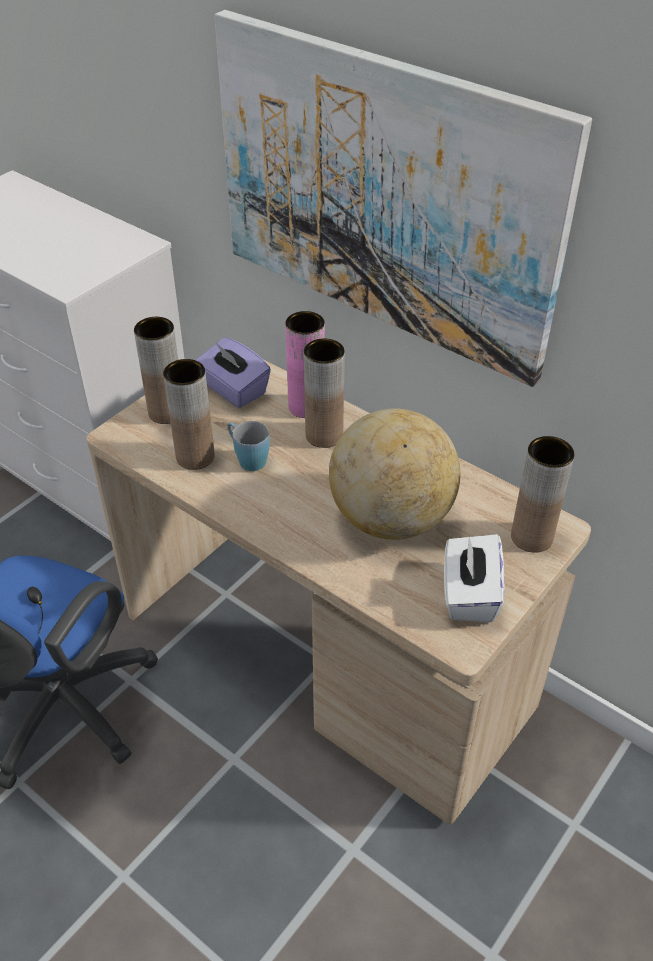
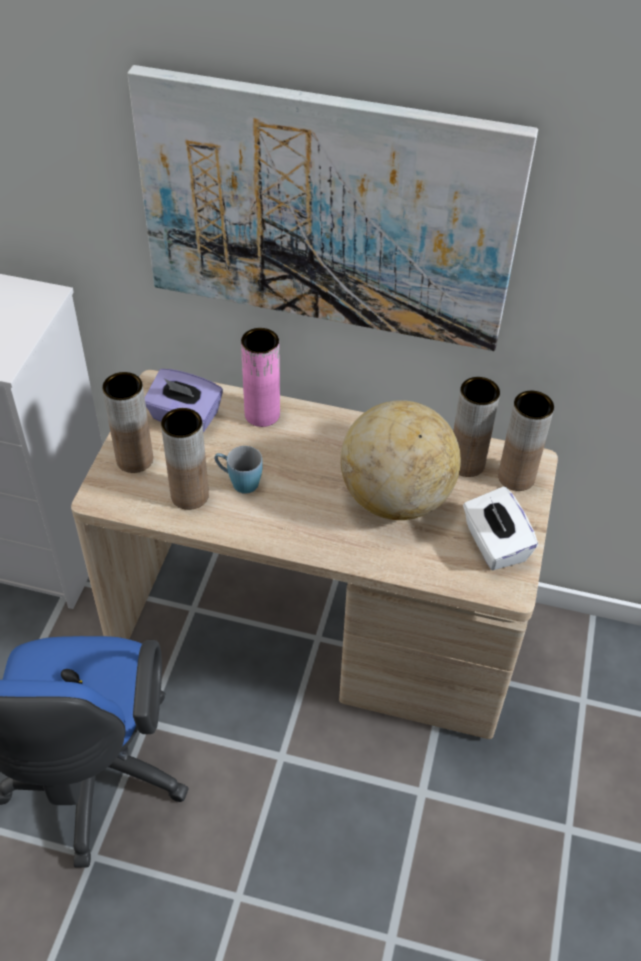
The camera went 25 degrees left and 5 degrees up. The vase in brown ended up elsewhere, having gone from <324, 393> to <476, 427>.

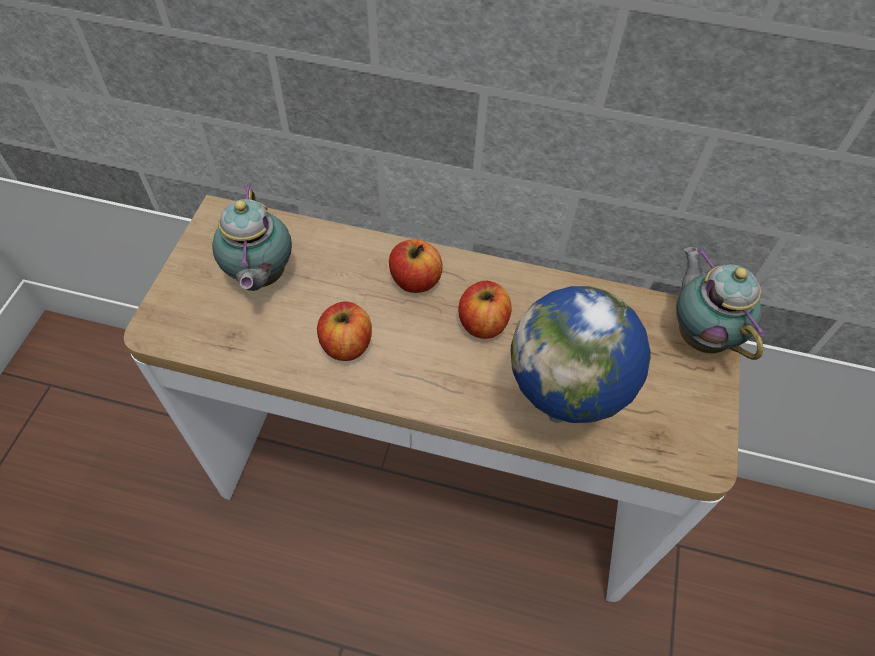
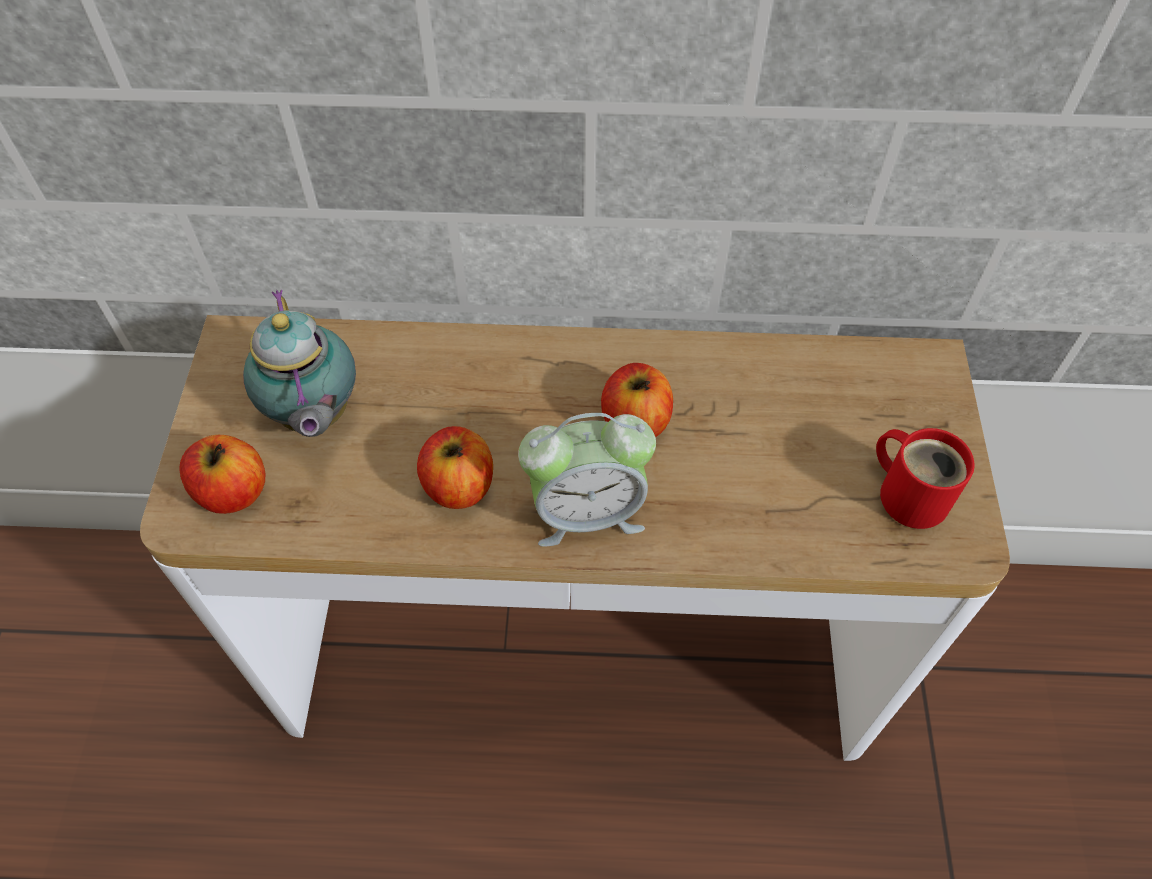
The camera went 10 degrees left and 0 degrees up. The apple ended up elsewhere, having gone from <415, 266> to <222, 474>. The second view lost the teapot at <721, 303>. The second view lost the globe at <581, 354>. The second view gained the alarm clock at <587, 480>. The second view gained the mug in red at <925, 478>.

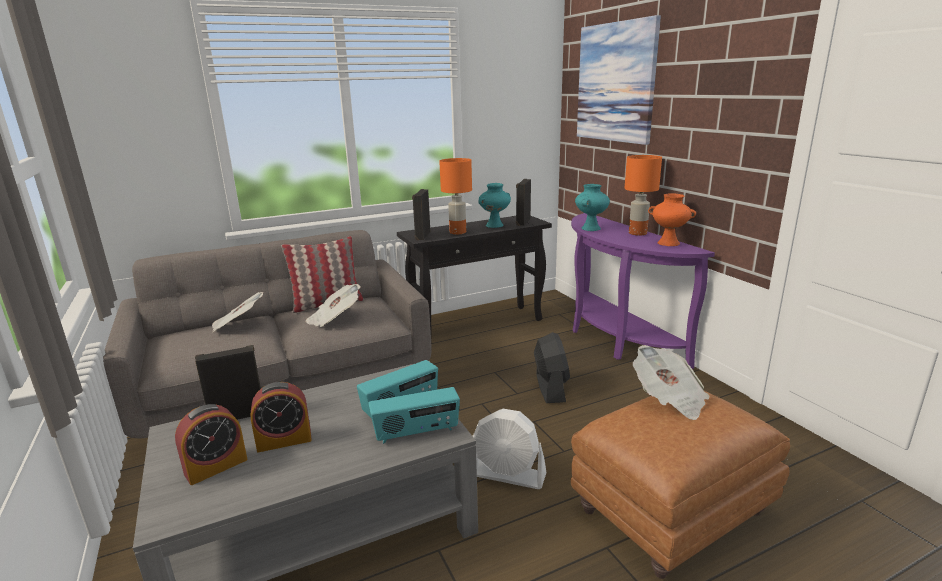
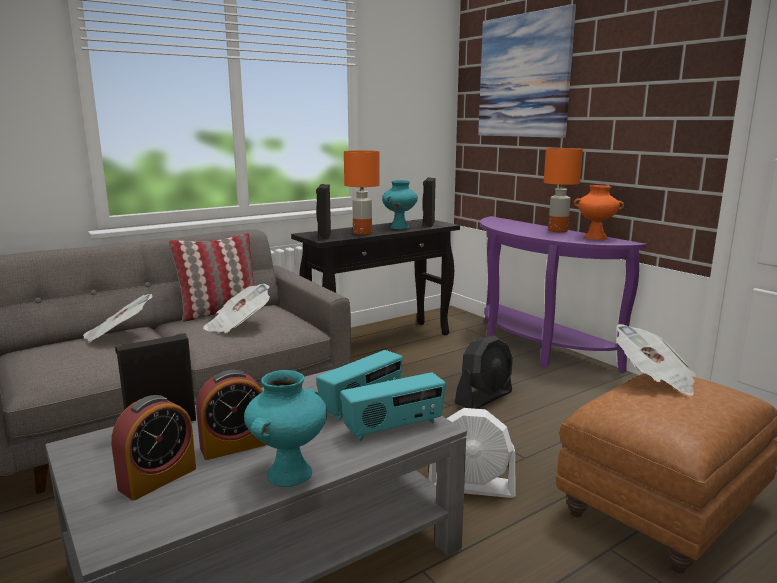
The camera went 10 degrees left and 5 degrees down. The vase in turquoise ended up elsewhere, having gone from <592, 207> to <285, 428>. The fan in black at <552, 367> ended up facing another way, 60 degrees clockwise from before.

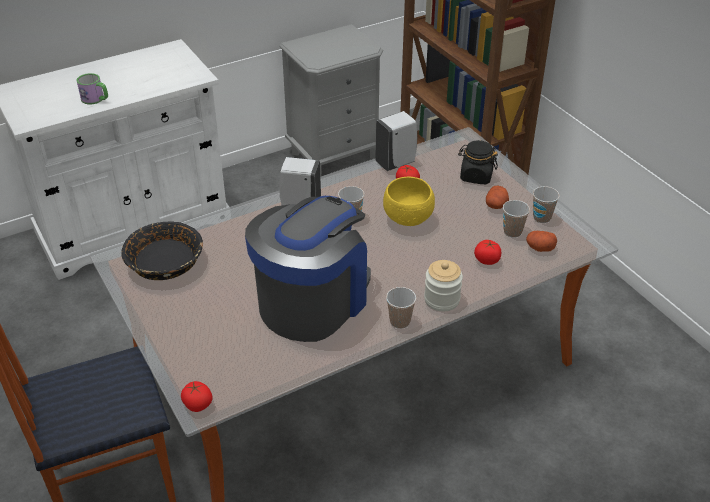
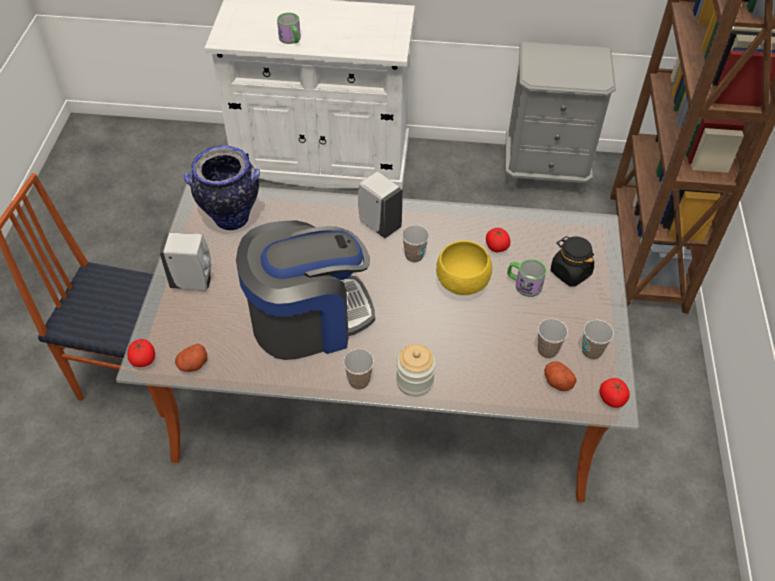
The camera went 35 degrees right and 10 degrees up. The soap dispenser in white ended up elsewhere, having gone from <396, 141> to <185, 261>. The potato ended up elsewhere, having gone from <497, 197> to <191, 358>. Where the bowl in black stood at <162, 250>, the vase came to stand at <222, 187>. The tomato ended up elsewhere, having gone from <487, 252> to <615, 393>. The second view gained the mug at <526, 278>.

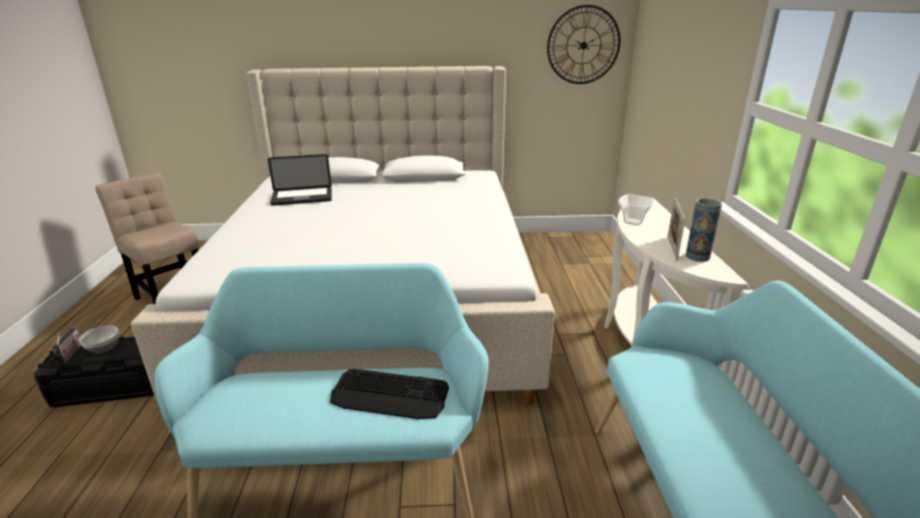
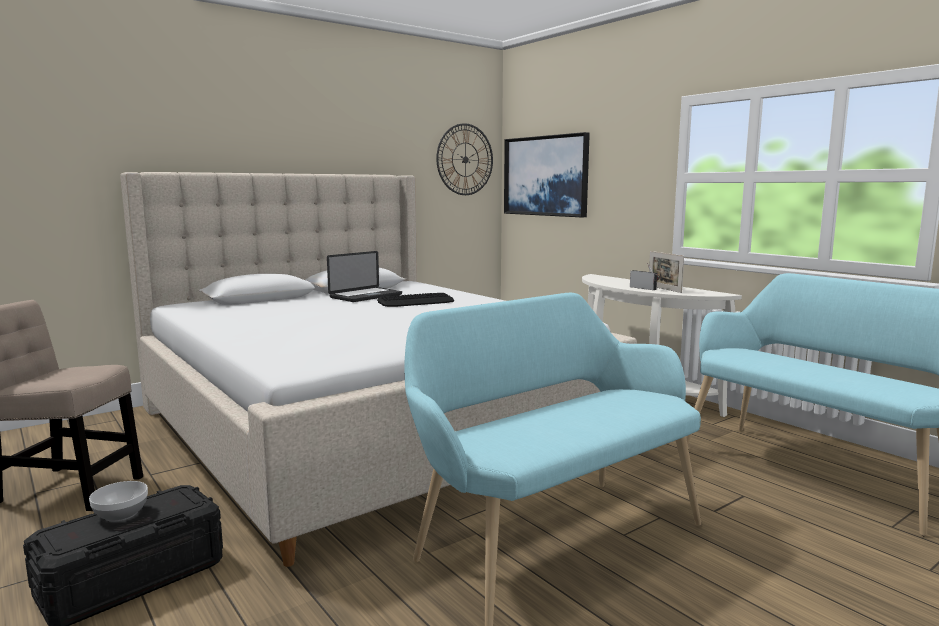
The camera went 35 degrees left and 15 degrees down. The laptop ended up elsewhere, having gone from <300, 180> to <364, 276>. The second view lost the bowl at <636, 209>. The second view lost the vase at <703, 230>. The radio ended up elsewhere, having gone from <66, 346> to <644, 276>. The keyboard ended up elsewhere, having gone from <389, 394> to <415, 300>. The second view gained the picture at <547, 174>.

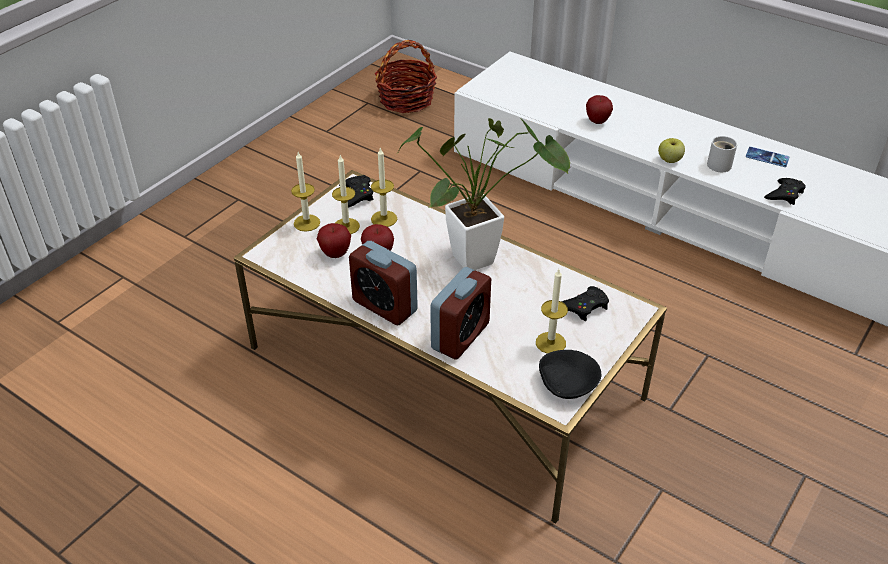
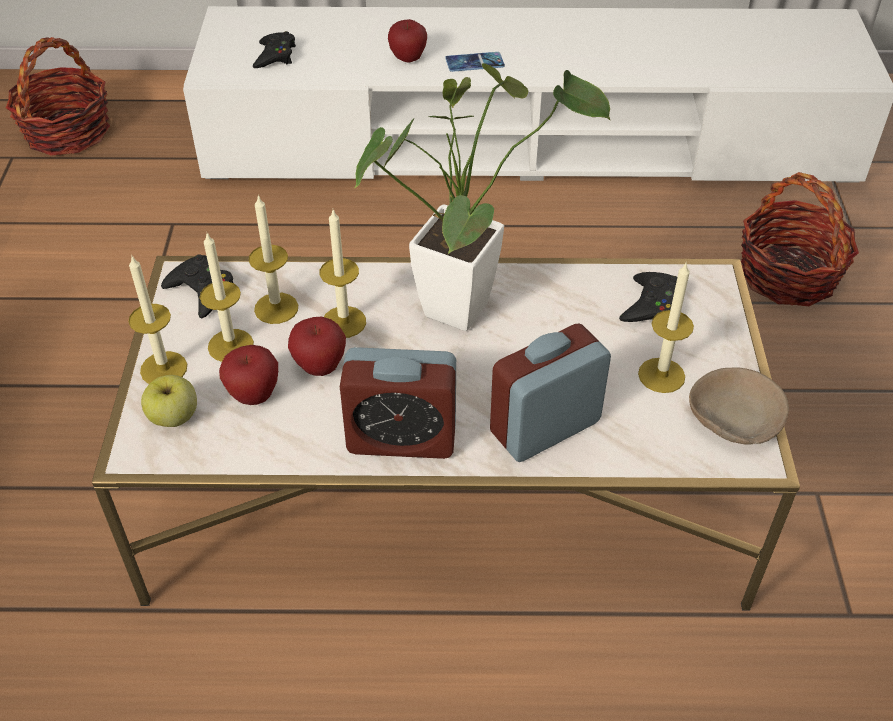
The camera went 35 degrees left and 5 degrees up. The second view lost the mug in white at <722, 154>. The apple ended up elsewhere, having gone from <671, 150> to <169, 401>. The phone ended up elsewhere, having gone from <768, 157> to <475, 62>. The game controller in black ended up elsewhere, having gone from <784, 191> to <274, 49>. The alarm clock at <460, 313> ended up facing another way, 120 degrees counterclockwise from before. What was the bowl in black at <570, 374> turned into the bowl in beige at <739, 406>. The second view gained the basket at <800, 239>. The second view gained the candle at <342, 274>.

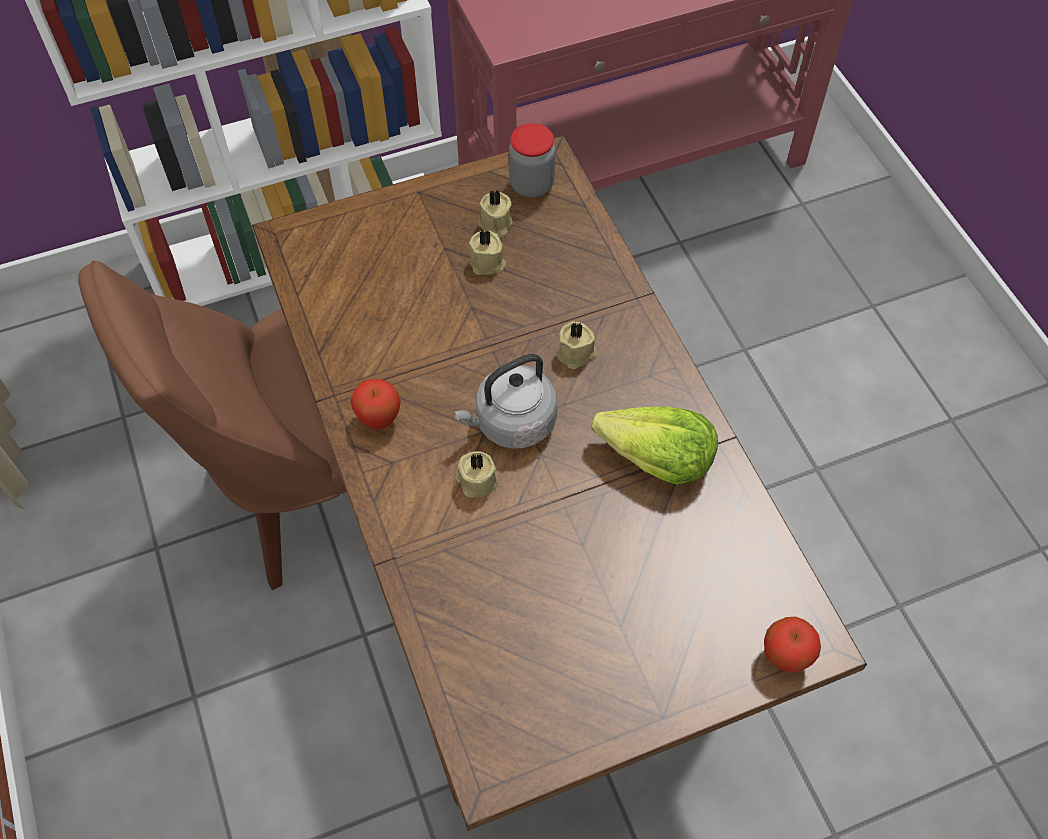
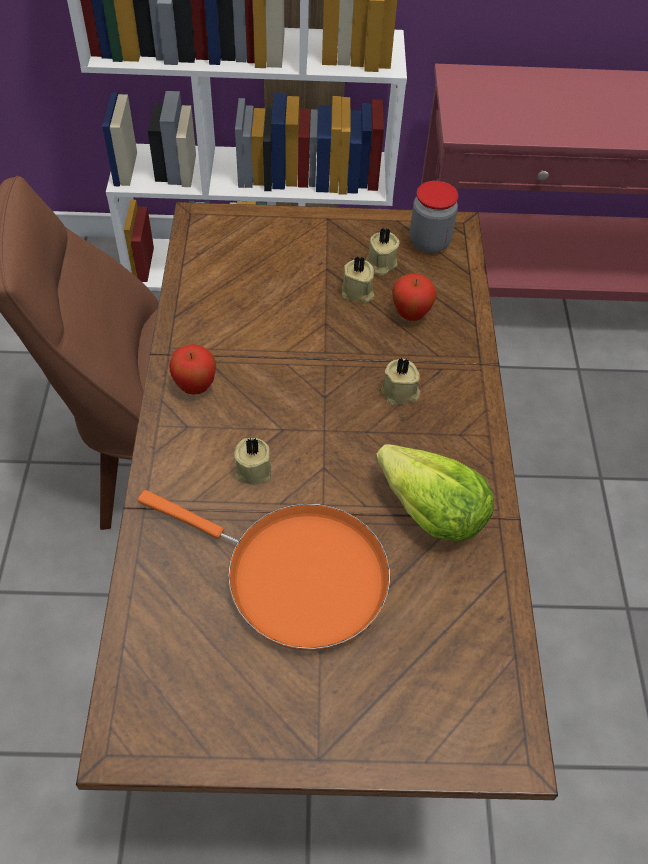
The camera went 20 degrees right and 5 degrees down. The second view lost the kettle in grey at <505, 401>. The apple ended up elsewhere, having gone from <792, 645> to <414, 297>. The second view gained the frying pan in orange at <264, 570>.

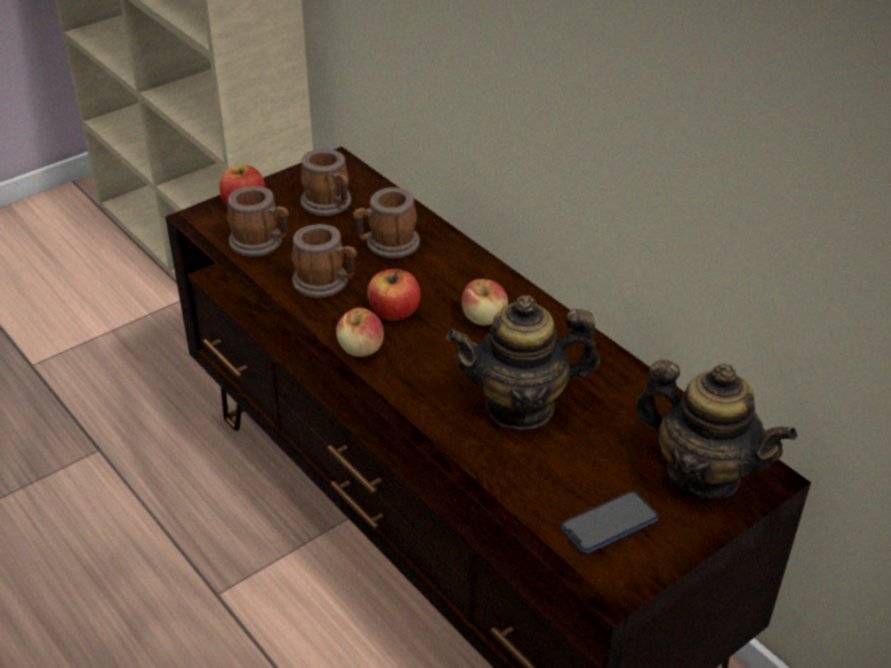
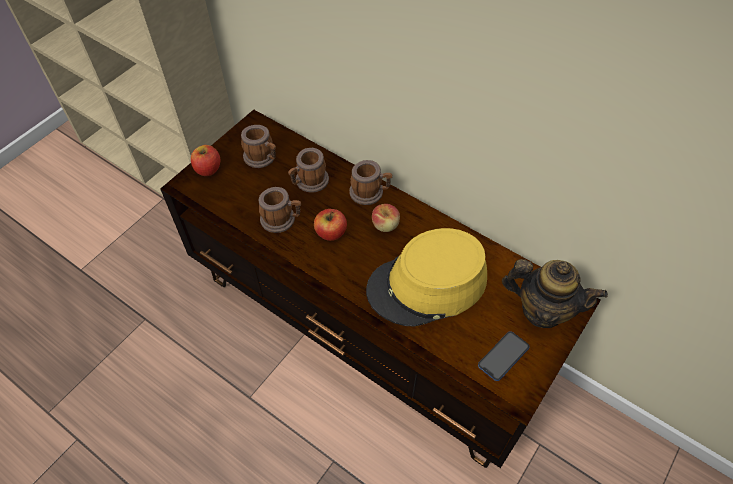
The camera went 15 degrees left and 15 degrees up. The mug ended up elsewhere, having gone from <258, 221> to <370, 182>. Where the teapot stood at <523, 362>, the hat in yellow came to stand at <426, 277>. The second view lost the apple at <360, 332>.

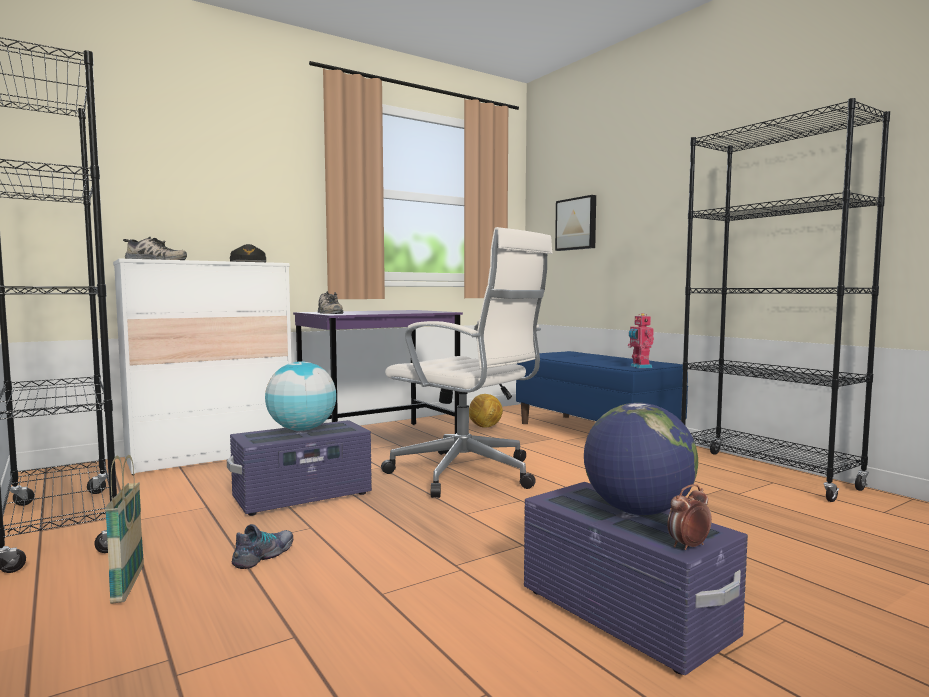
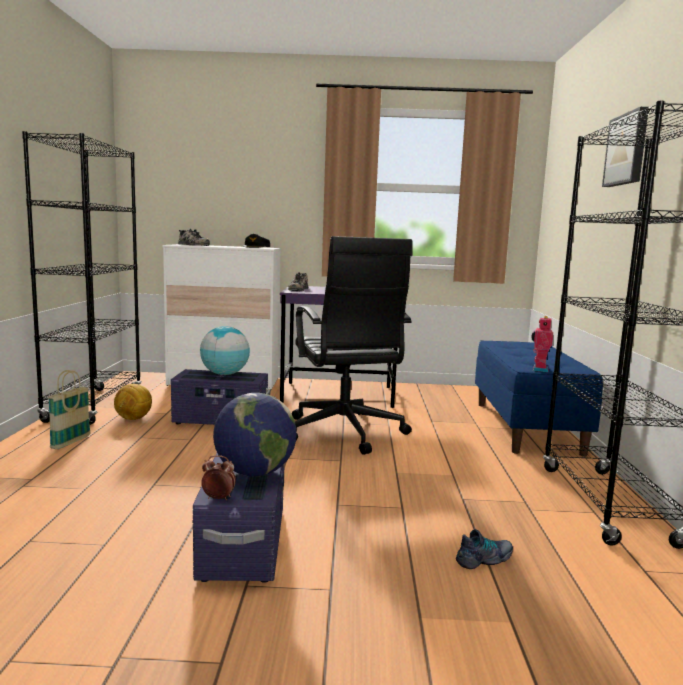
The camera went 35 degrees right and 5 degrees up. The picture ended up elsewhere, having gone from <575, 223> to <625, 147>. What was the office chair in white at <467, 362> turned into the office chair in black at <352, 345>. The football ended up elsewhere, having gone from <486, 411> to <133, 402>. The shoe ended up elsewhere, having gone from <262, 546> to <484, 549>.

